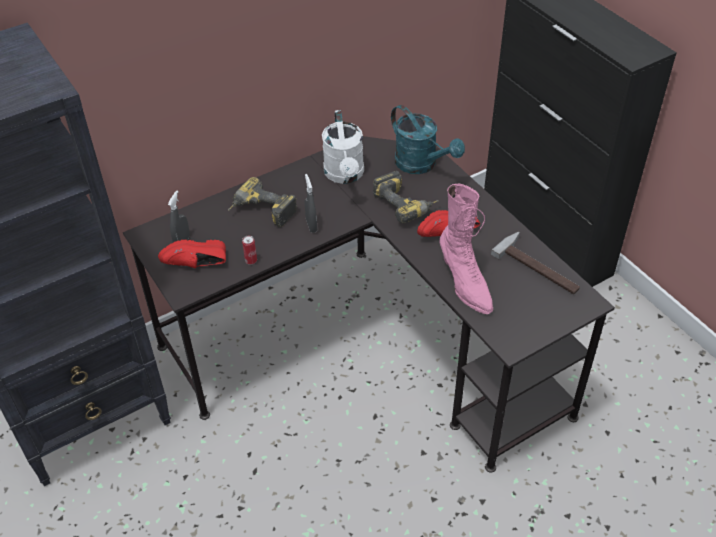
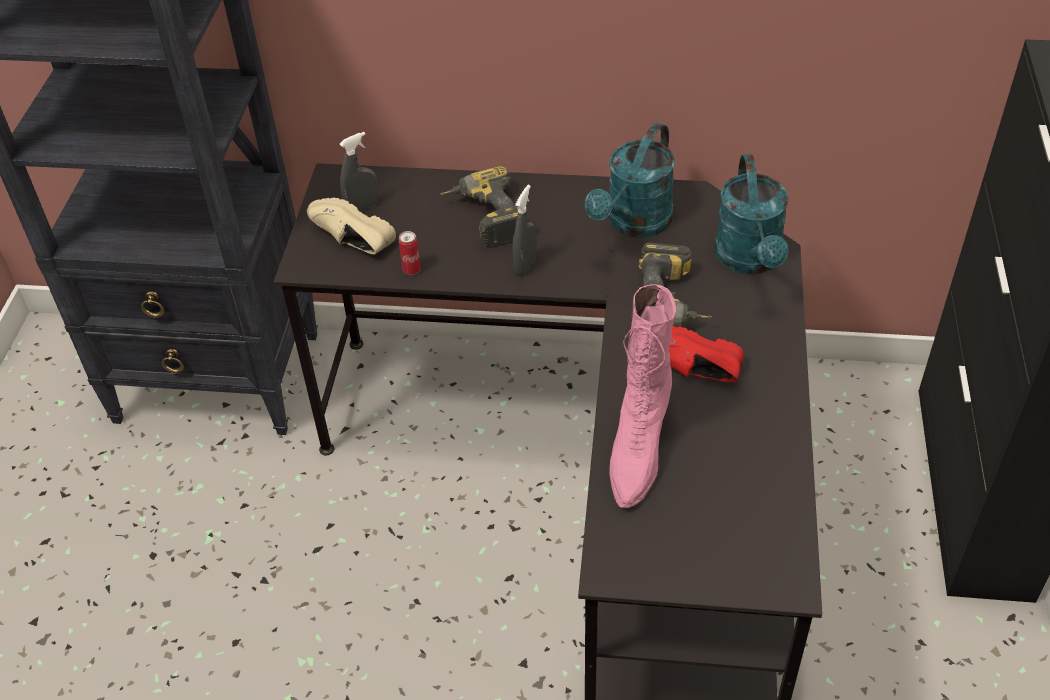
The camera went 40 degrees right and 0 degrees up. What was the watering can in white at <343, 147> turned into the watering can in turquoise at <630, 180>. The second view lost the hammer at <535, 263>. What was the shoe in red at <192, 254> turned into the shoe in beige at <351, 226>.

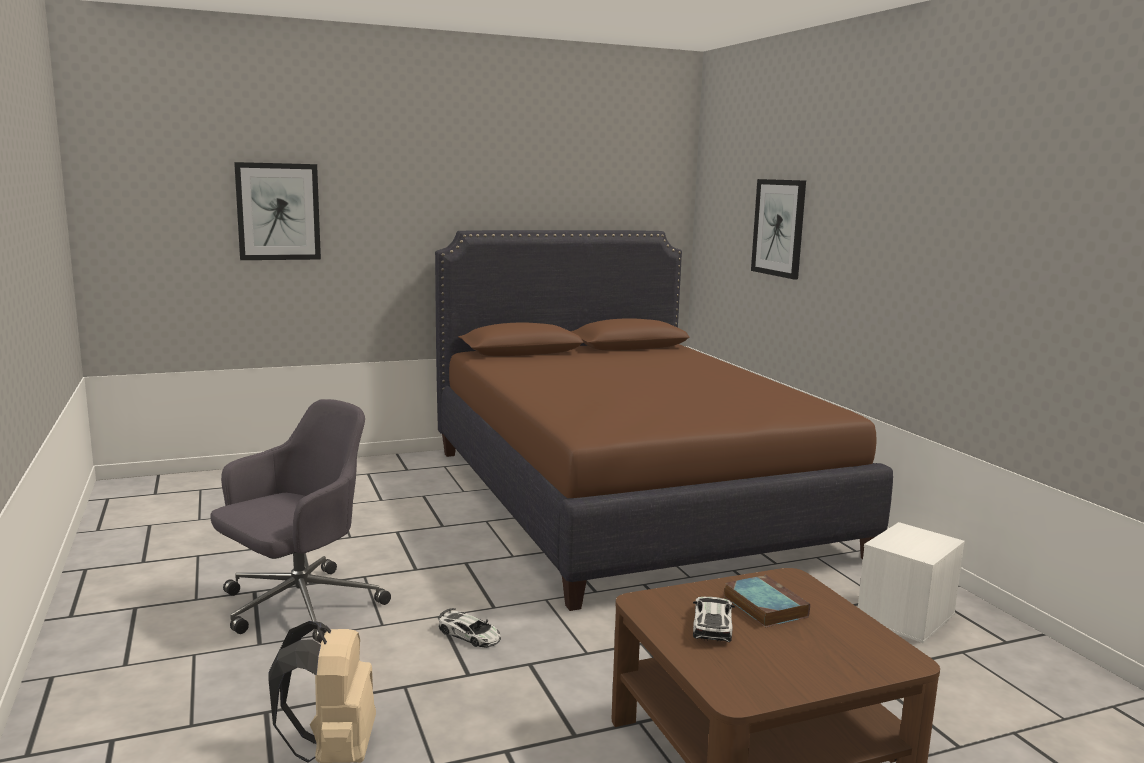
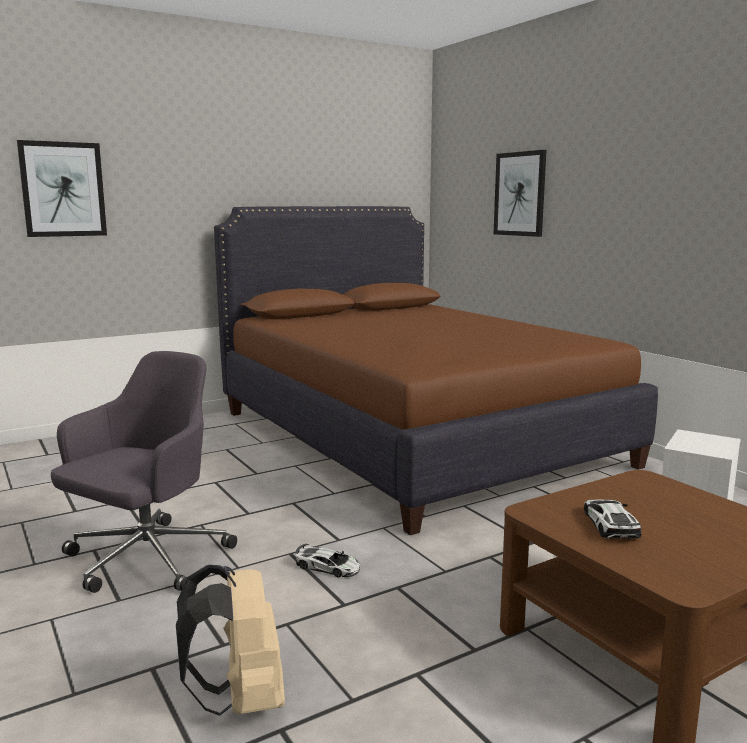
The camera went 10 degrees left and 0 degrees up. The second view lost the book at <767, 601>.

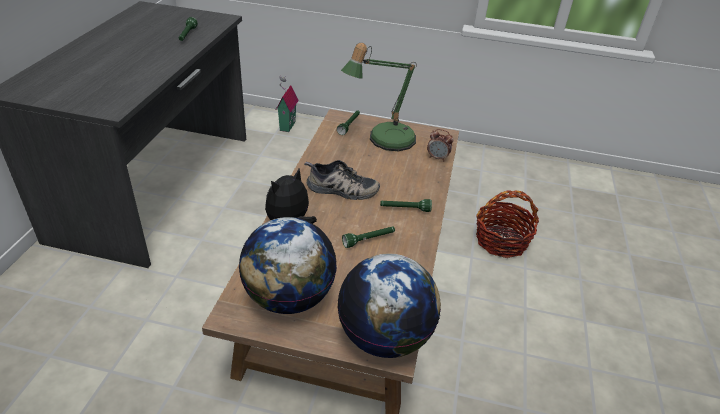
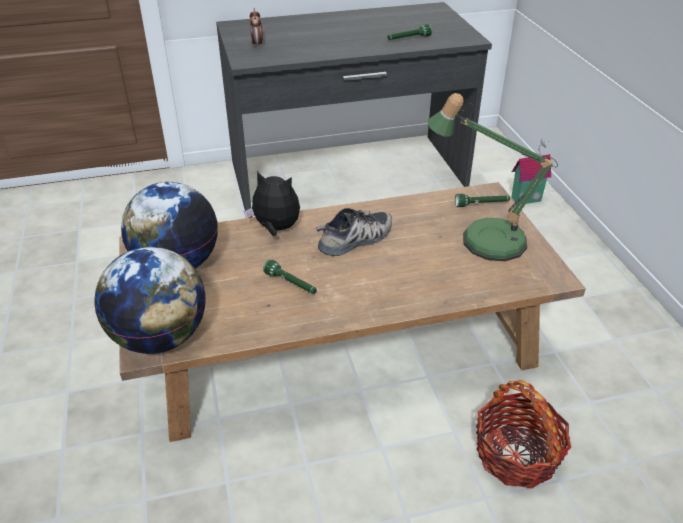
The camera went 65 degrees right and 0 degrees up. The alarm clock ended up elsewhere, having gone from <440, 145> to <256, 28>. The shoe at <342, 180> ended up facing another way, 105 degrees counterclockwise from before. The second view lost the flashlight in green at <406, 205>.

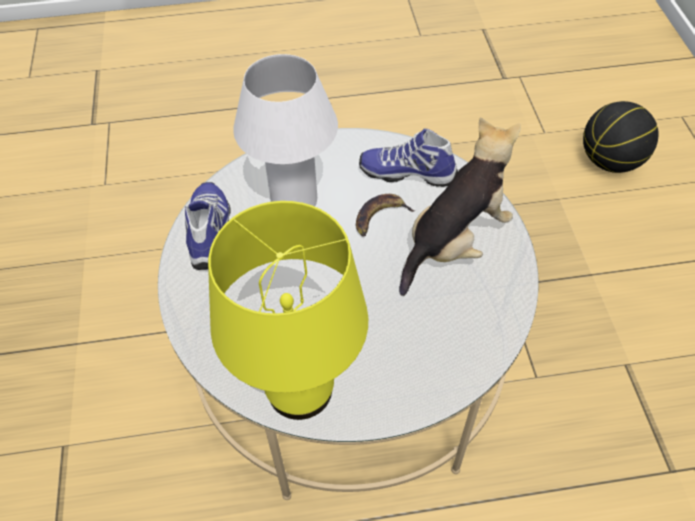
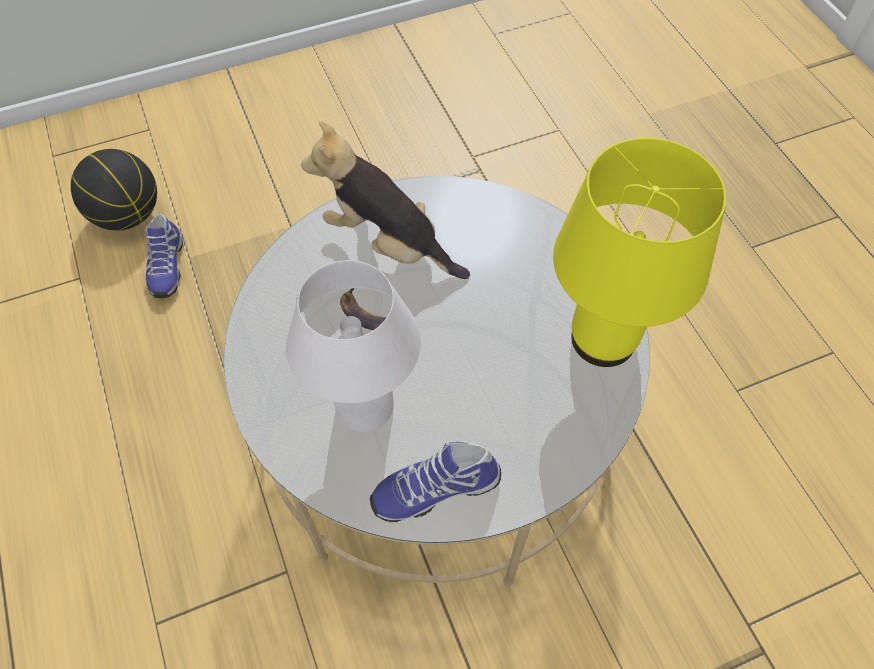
The camera went 105 degrees left and 5 degrees up. The shoe ended up elsewhere, having gone from <408, 157> to <164, 256>.

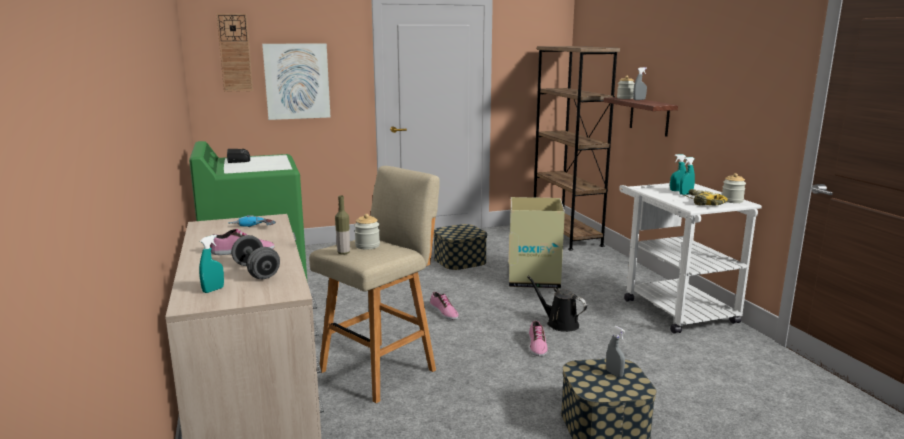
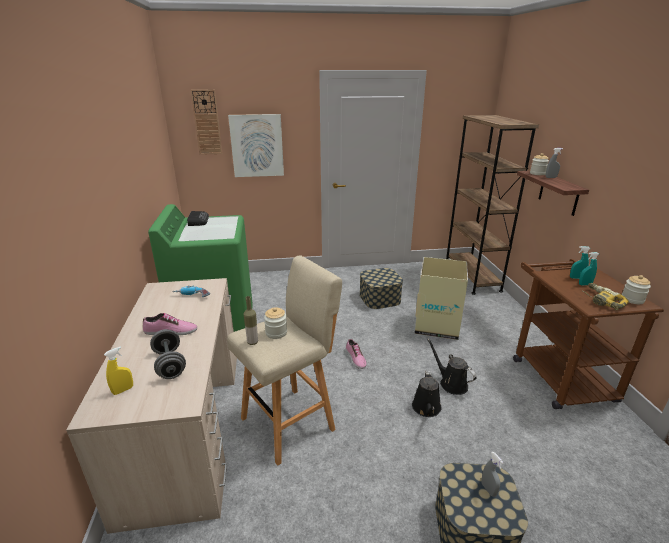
The camera went 10 degrees right and 10 degrees up. What was the cart in white at <690, 258> turned into the cart in brown at <588, 334>. What was the spray bottle in turquoise at <211, 264> turned into the spray bottle in yellow at <118, 371>. Where the shoe stood at <538, 338>, the watering can in black came to stand at <427, 394>.

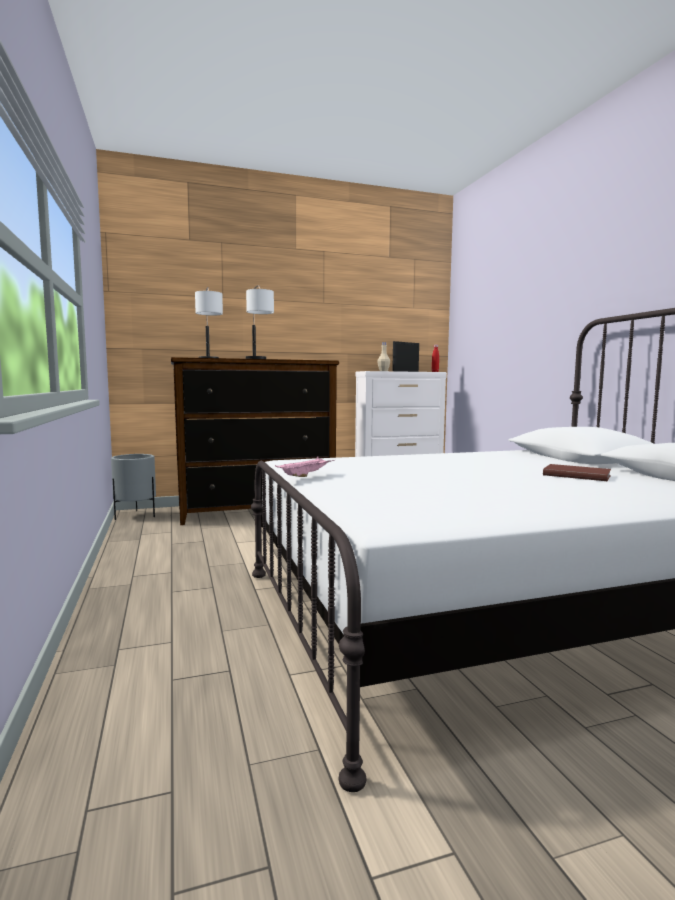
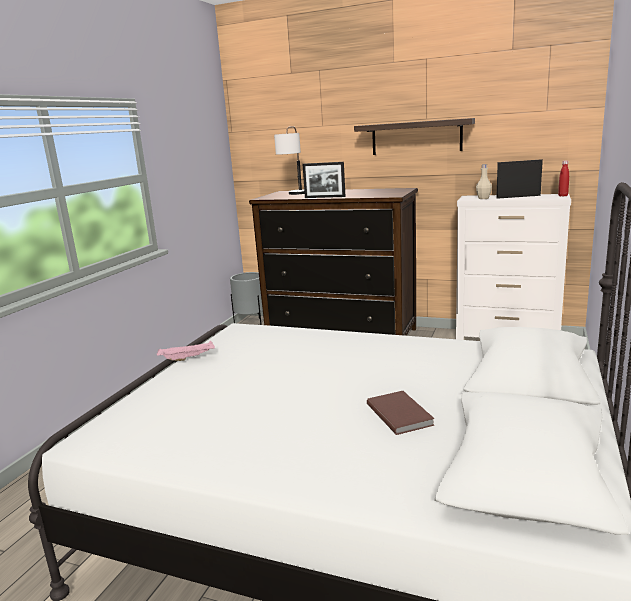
The camera went 40 degrees right and 10 degrees up. Where the table lamp stood at <260, 322>, the picture frame came to stand at <324, 180>. The second view gained the shelf at <414, 136>.

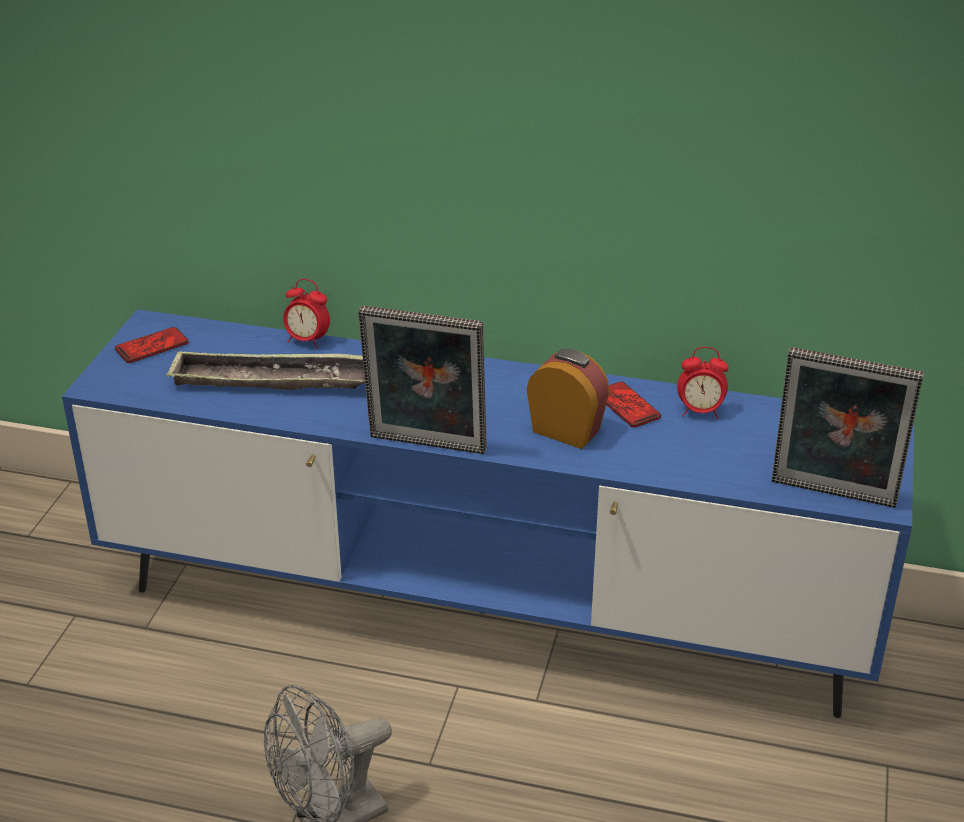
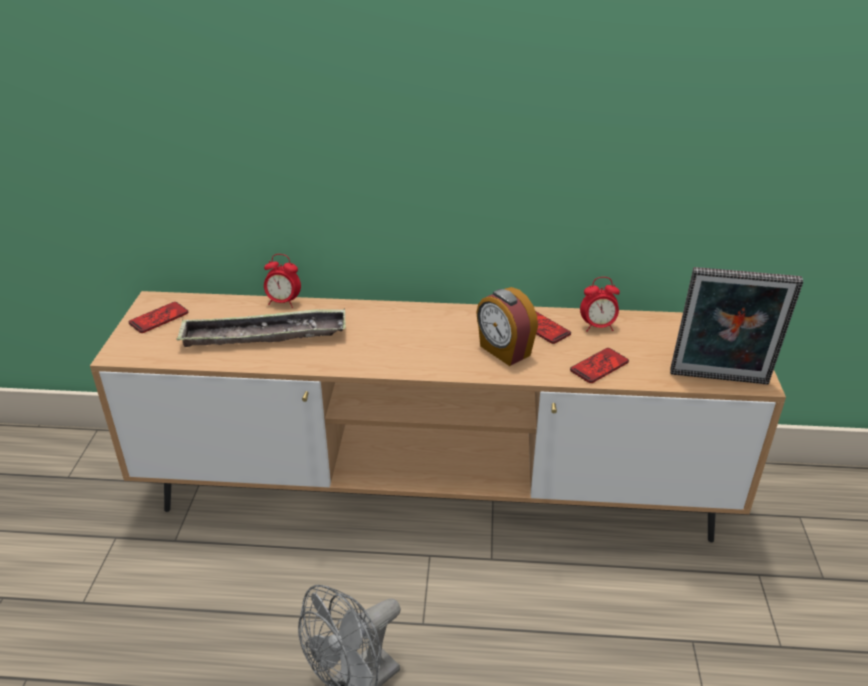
The camera went 10 degrees left and 0 degrees up. The second view lost the picture frame at <422, 379>. What was the tv stand in blue at <488, 513> turned into the tv stand in brown at <438, 416>. The alarm clock at <568, 399> ended up facing another way, 150 degrees counterclockwise from before. The second view gained the phone at <599, 365>.

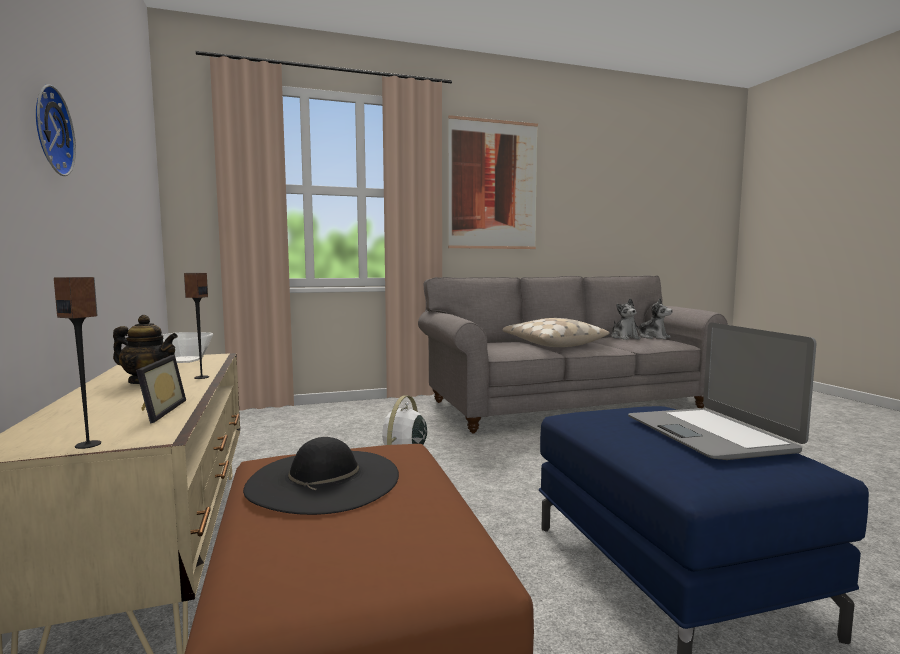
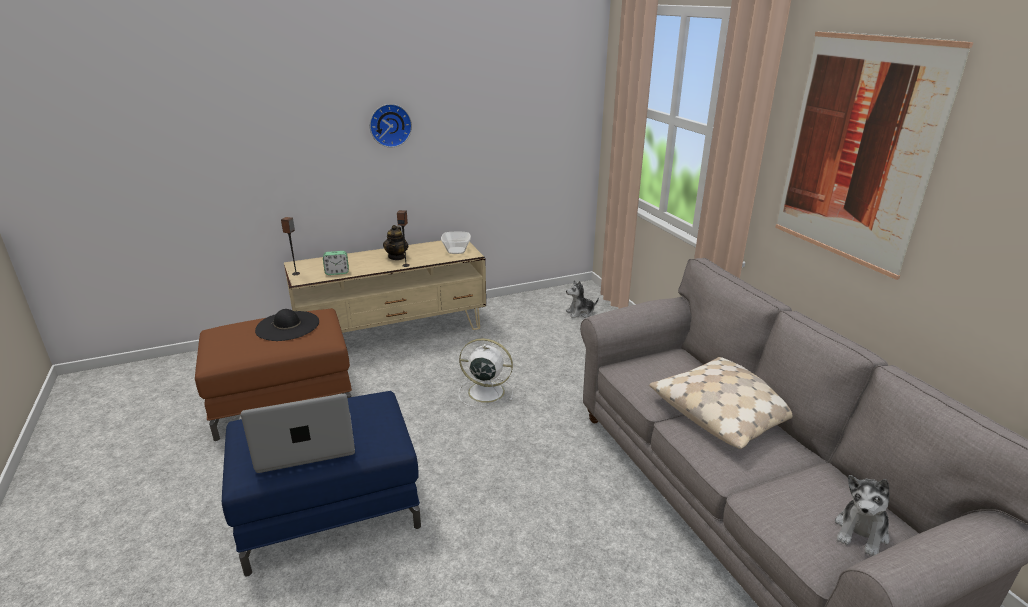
The camera went 85 degrees right and 20 degrees up. The plush toy ended up elsewhere, having gone from <625, 319> to <582, 299>. Where the picture frame stood at <161, 389>, the alarm clock came to stand at <336, 263>.

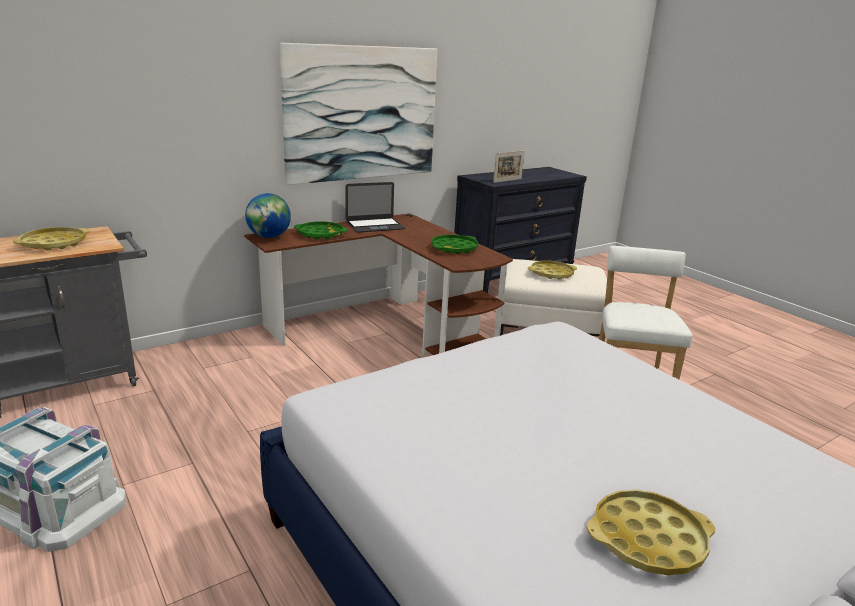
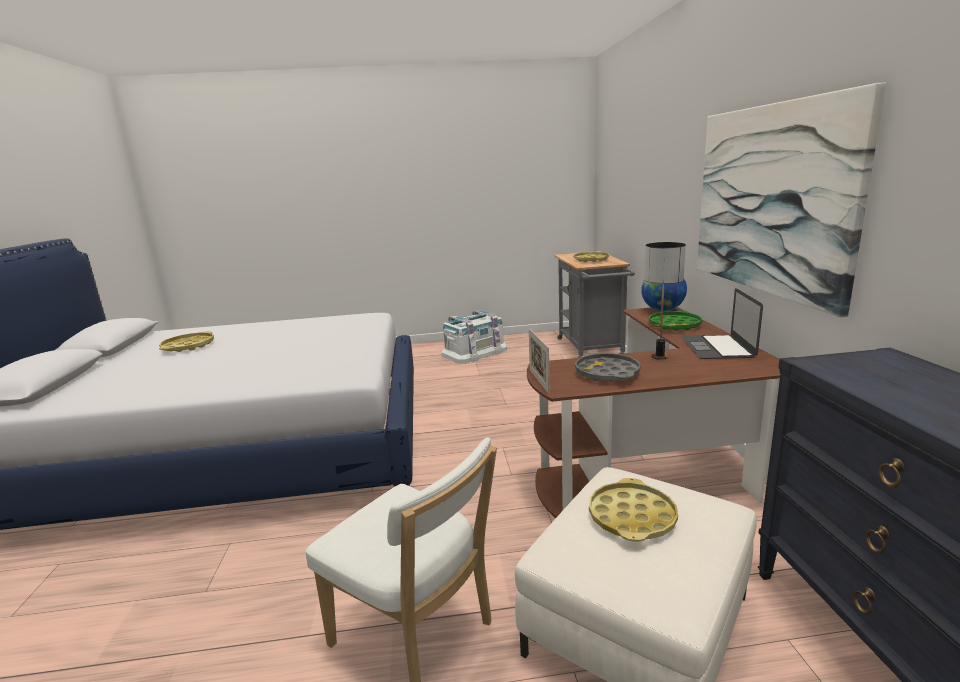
The camera went 120 degrees right and 5 degrees down. The picture frame ended up elsewhere, having gone from <509, 167> to <539, 361>. What was the tray in green at <454, 244> turned into the tray in grey at <608, 367>. The second view gained the table lamp at <665, 301>.

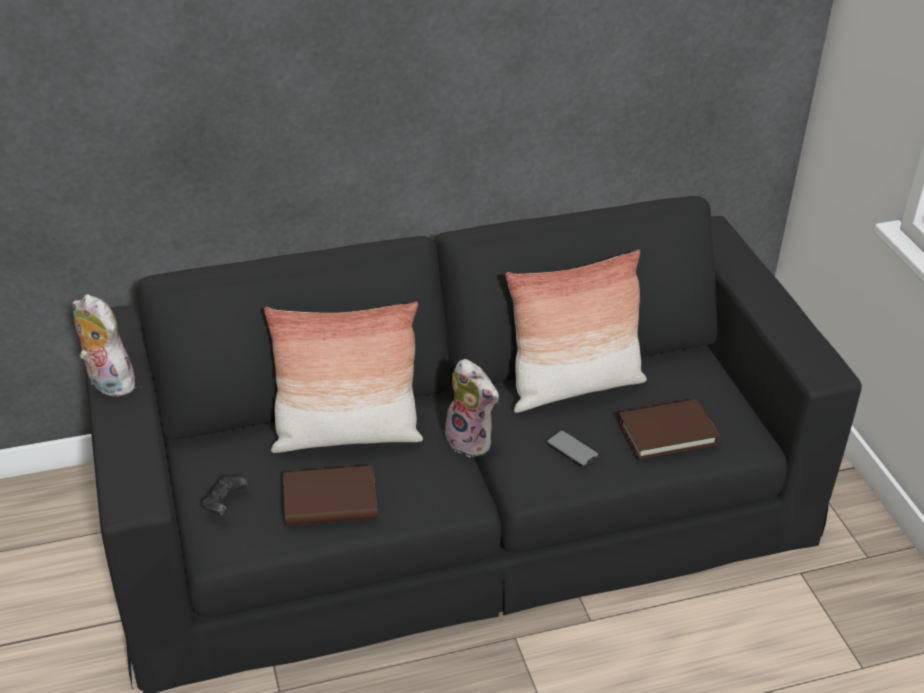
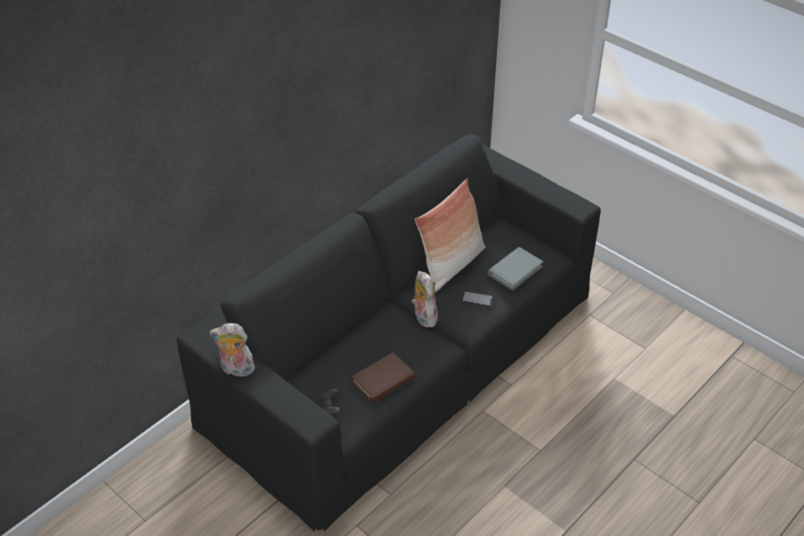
The camera went 30 degrees left and 5 degrees up. The second view lost the pillow at <343, 377>. The plush toy at <472, 408> ended up facing another way, 120 degrees counterclockwise from before. What was the book in brown at <669, 429> turned into the book in grey at <515, 269>.

